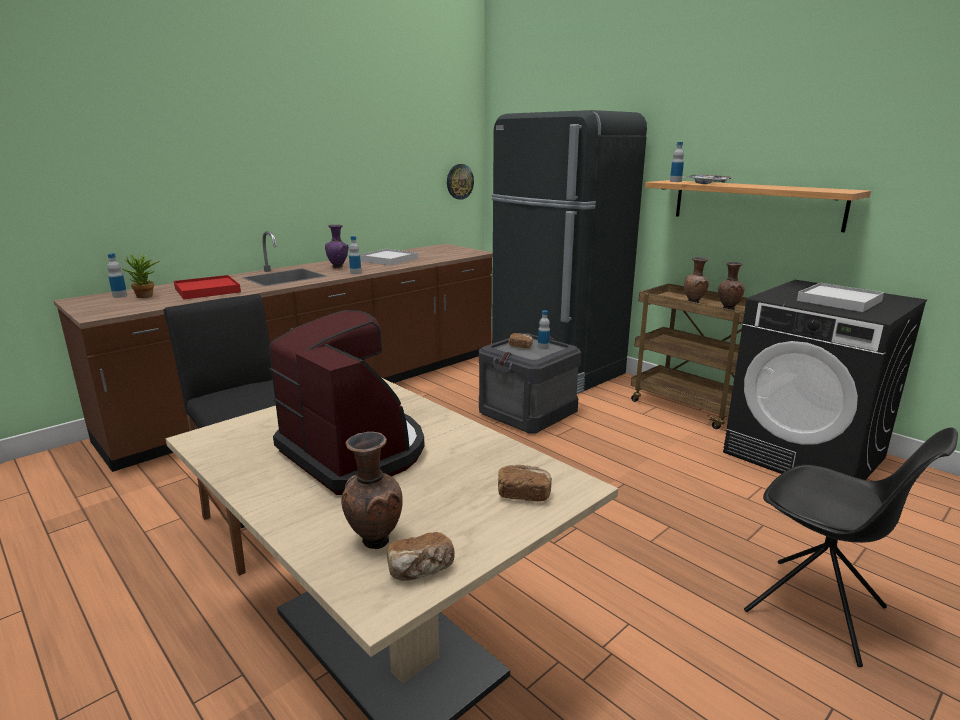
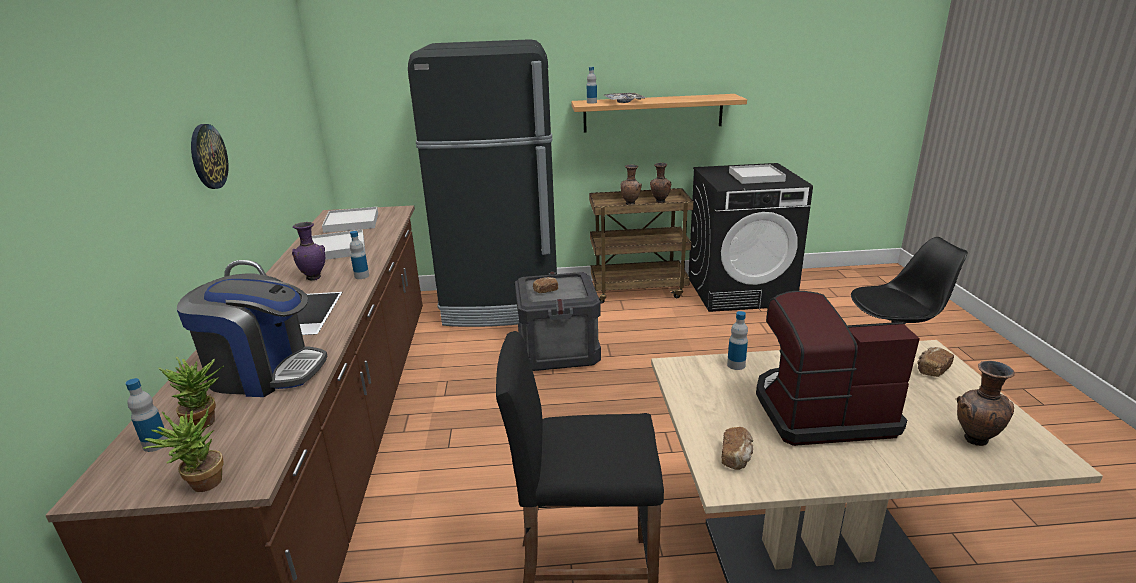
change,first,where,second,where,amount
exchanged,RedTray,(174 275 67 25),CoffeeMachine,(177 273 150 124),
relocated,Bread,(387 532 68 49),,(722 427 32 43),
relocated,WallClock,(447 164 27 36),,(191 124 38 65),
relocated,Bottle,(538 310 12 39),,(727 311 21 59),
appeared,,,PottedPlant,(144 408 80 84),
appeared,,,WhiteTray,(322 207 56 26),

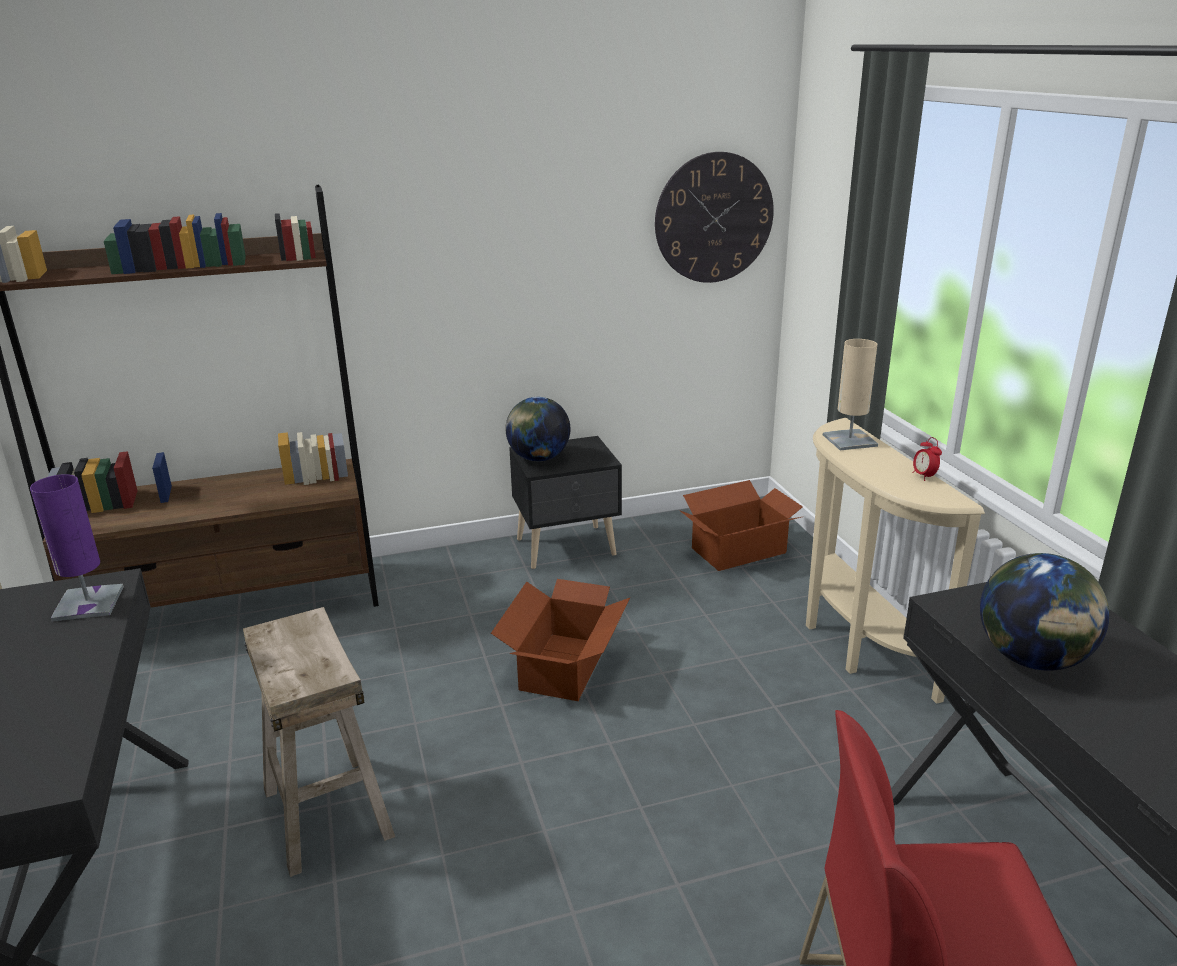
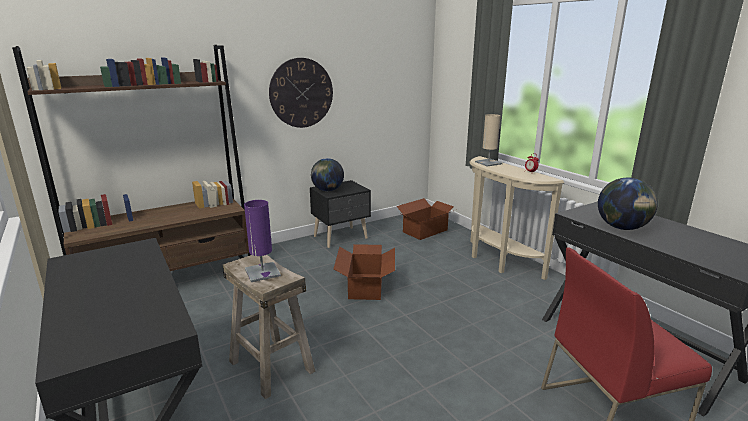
change,first,where,second,where,amount
relocated,PurpleTableLamp,(30 474 94 148),,(244 200 37 82),
relocated,WallClock,(655 152 119 131),,(269 58 64 70),

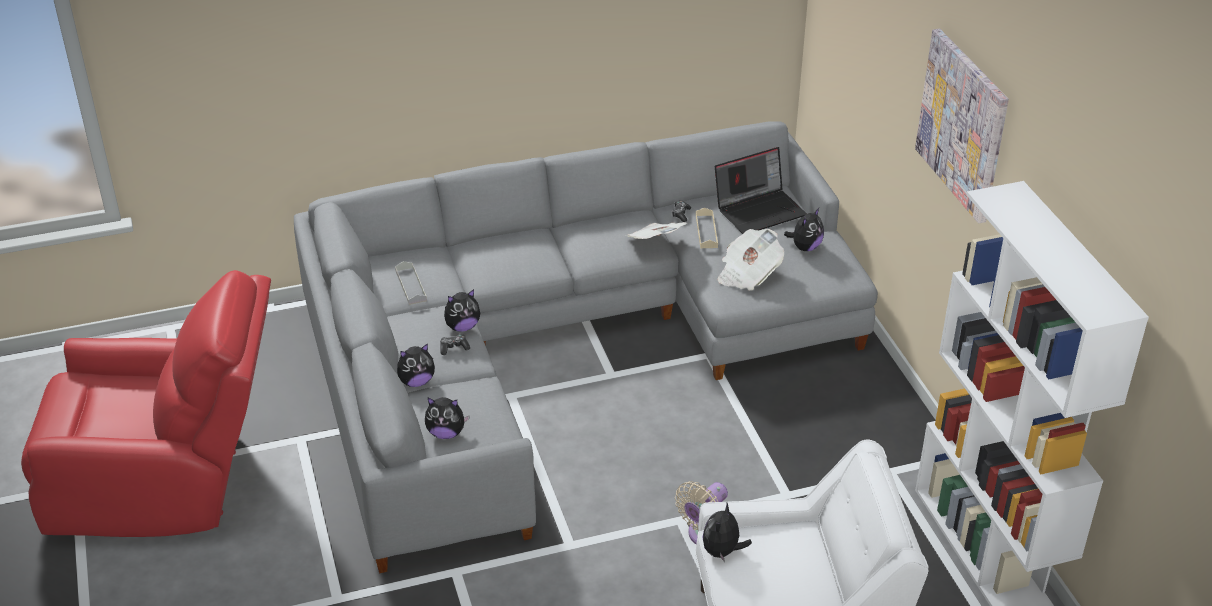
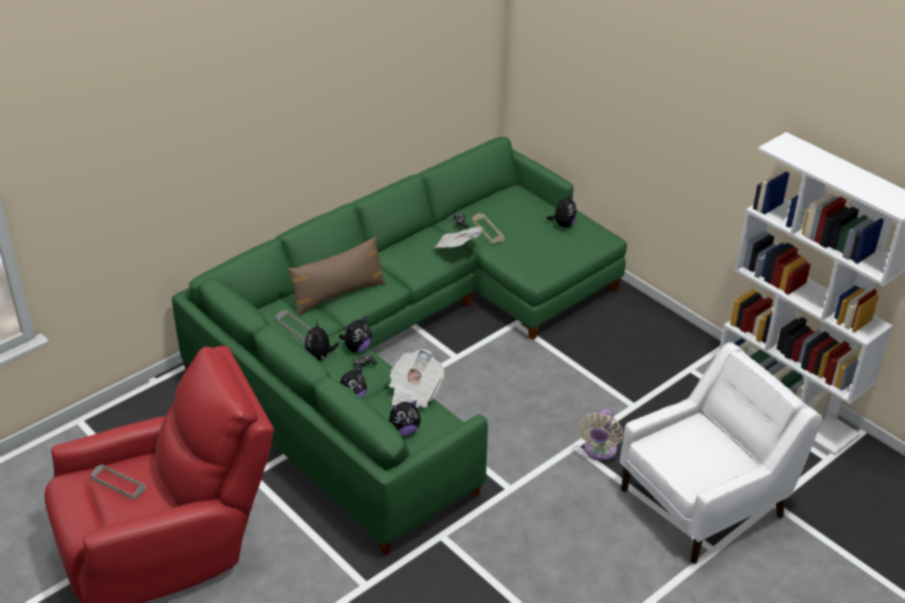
change,first,where,second,where,amount
colour,GreySofa,(294 121 584 452),GreenSofa,(172 137 455 419),
relocated,PlushToy,(702 503 50 59),,(305 321 34 40),
missing,Laptop,(715 147 92 87),,,
relocated,Newspaper,(717 229 67 62),,(389 349 56 59),
missing,Picture,(915 29 94 194),,,
appeared,,,GreyTray,(91 464 55 36),
appeared,,,BrownPillow,(288 237 99 79),

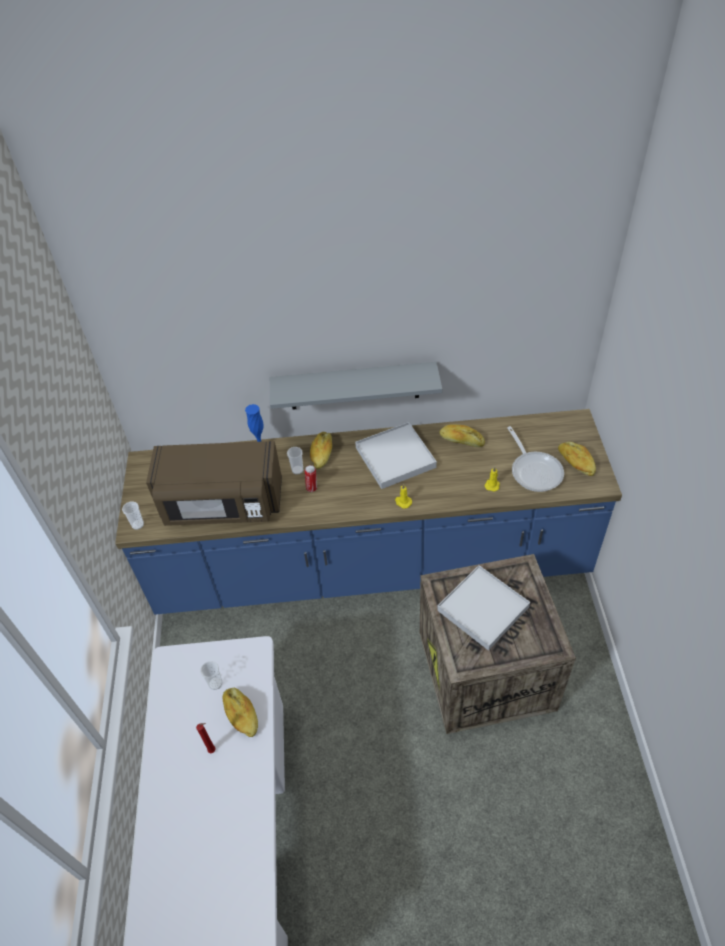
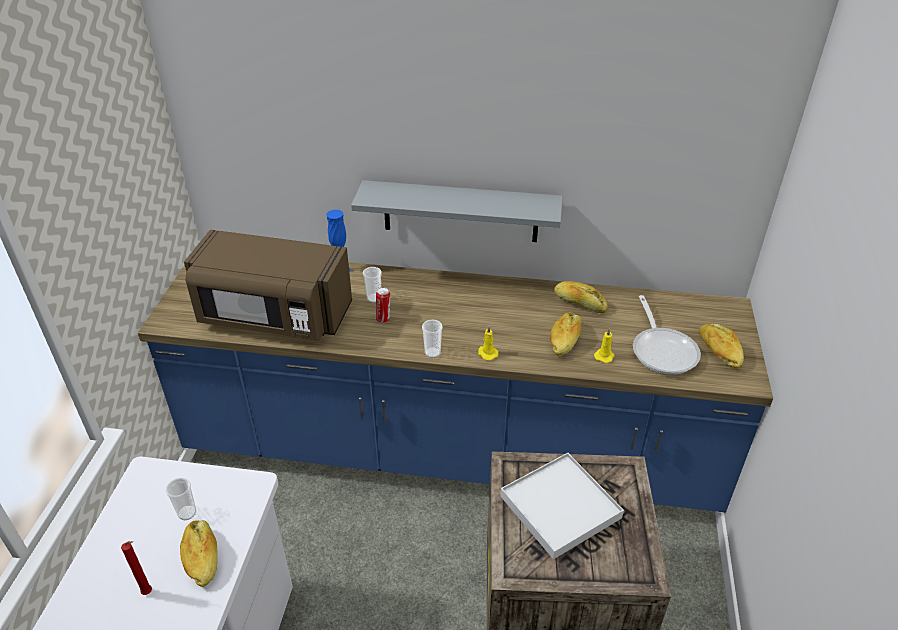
change,first,where,second,where,amount
relocated,Cup,(122 501 22 29),,(422 320 21 38),
relocated,Bread,(310 432 22 37),,(550 312 31 44),
missing,WhiteTray,(355 422 82 67),,,

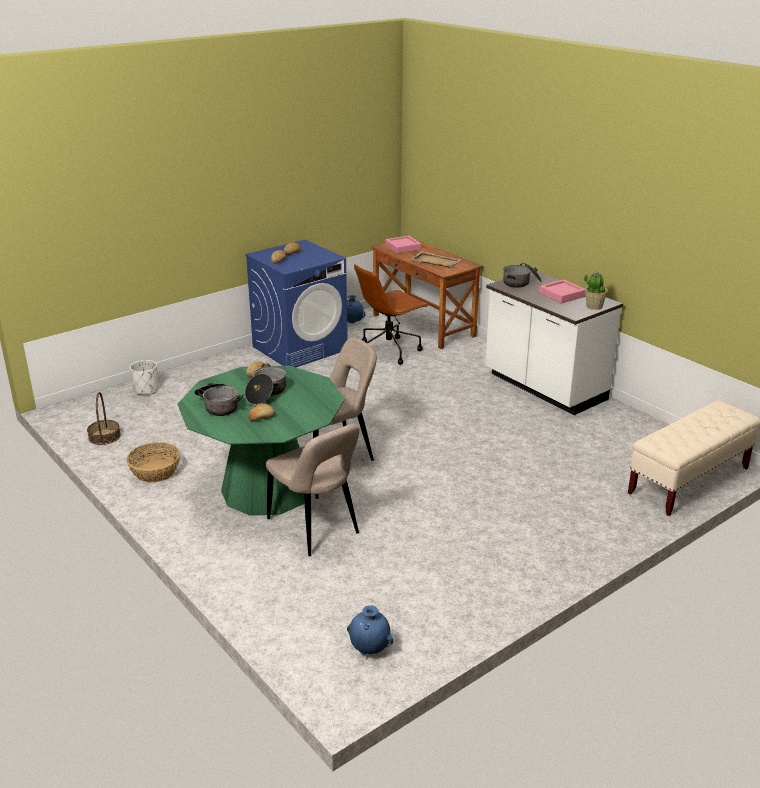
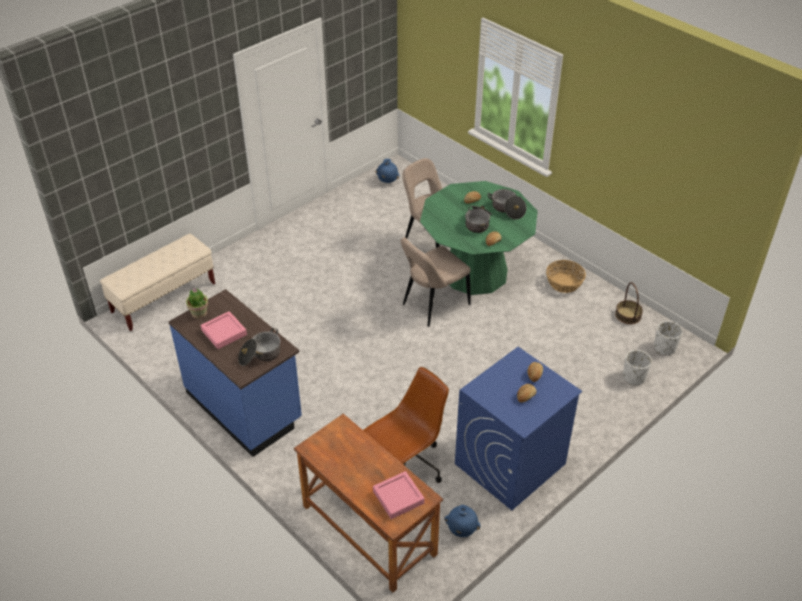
change,first,where,second,where,amount
missing,BeigeTray,(410 251 52 17),,,
colour,WhiteCounter,(485 271 138 144),BlueCounter,(169 289 133 168),
appeared,,,WhitePlanter,(654 321 29 34),

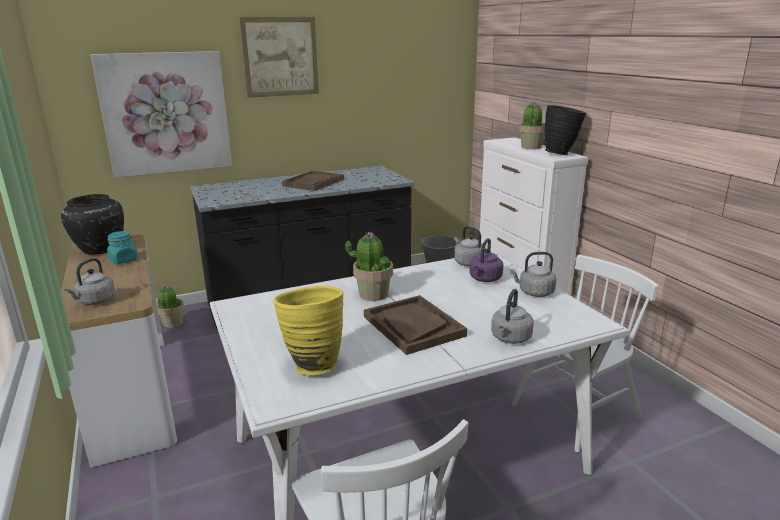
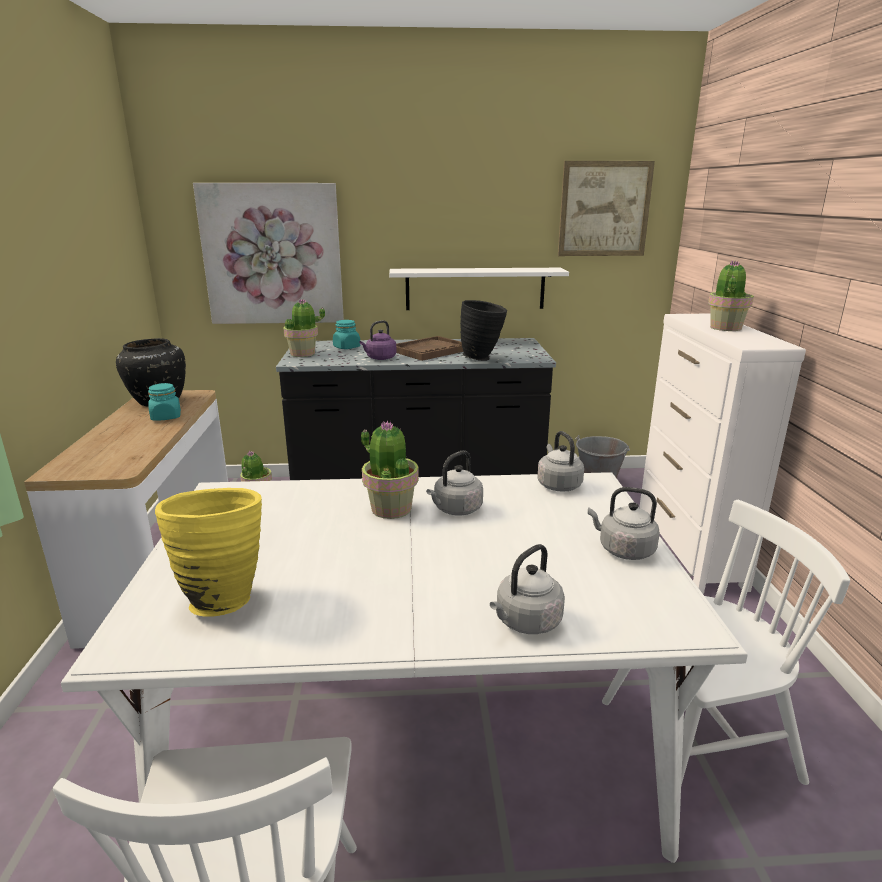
change,first,where,second,where,amount
relocated,GreyKettle,(65 258 50 47),,(426 450 57 65),
relocated,Picture,(239 17 80 81),,(558 161 97 95),
missing,BrownTray,(364 295 103 60),,,
relocated,PurpleKettle,(469 238 34 44),,(360 320 37 40),
relocated,BlackVase,(544 105 42 50),,(460 300 47 61),
appeared,,,PottedPlant,(283 298 42 59),
appeared,,,TurquoiseJar,(333 320 27 29),
appeared,,,WhiteShelf,(389 268 180 42),

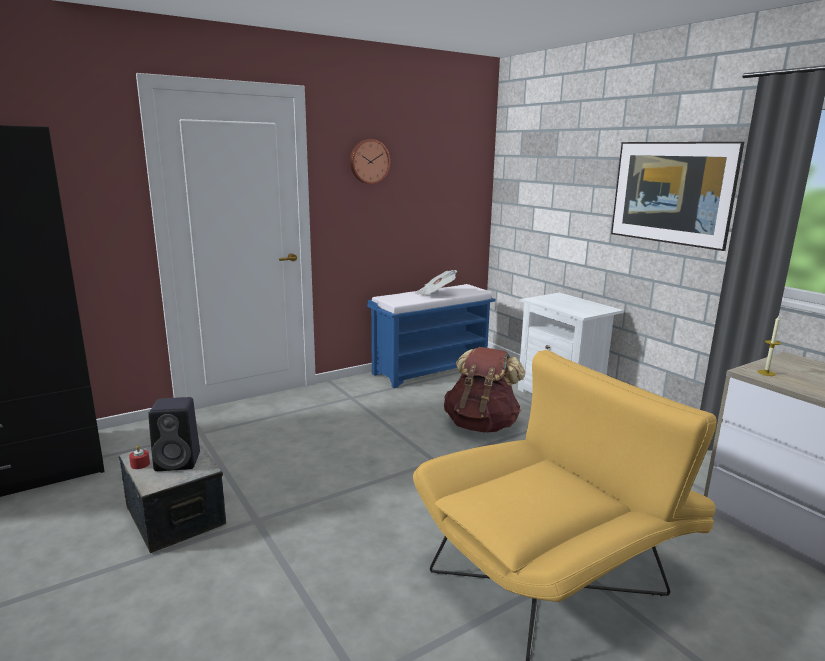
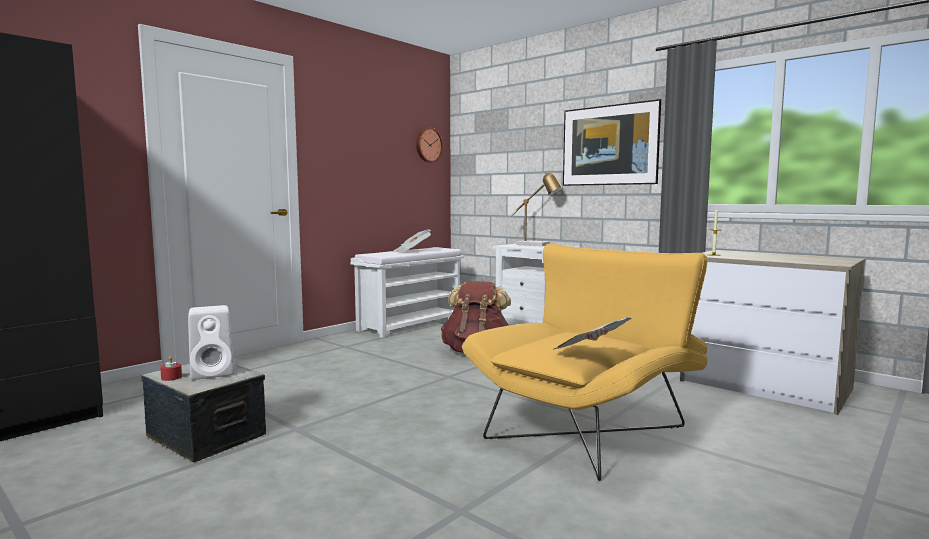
change,first,where,second,where,amount
colour,BlackSpeaker,(148 397 52 74),WhiteSpeaker,(188 305 46 75),
relocated,WallClock,(350 139 40 45),,(416 128 27 35),
colour,BlueBench,(367 284 129 104),WhiteBench,(350 247 114 91),
appeared,,,TableLamp,(510 171 53 75),
appeared,,,Newspaper,(554 317 77 32),

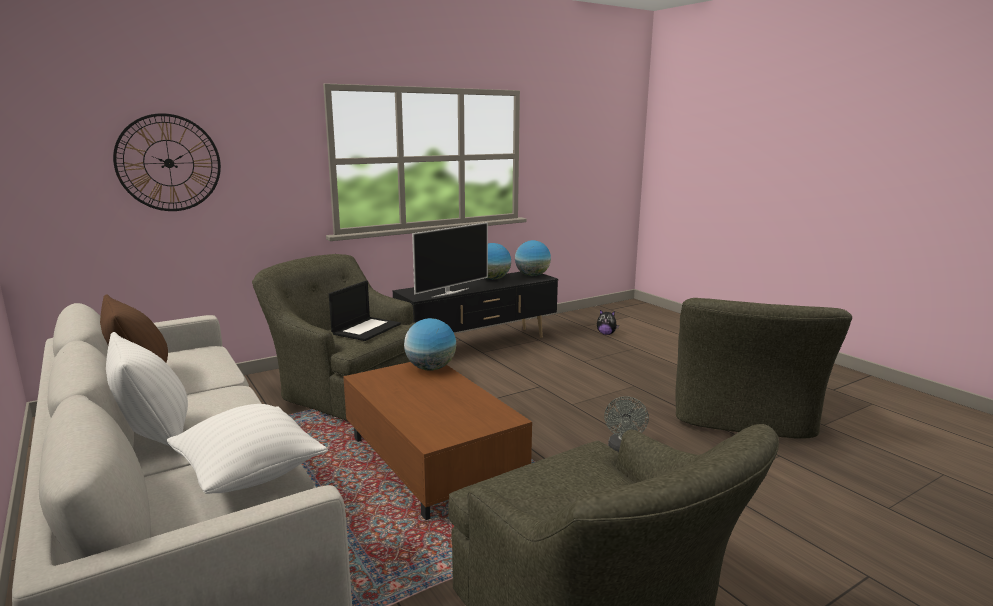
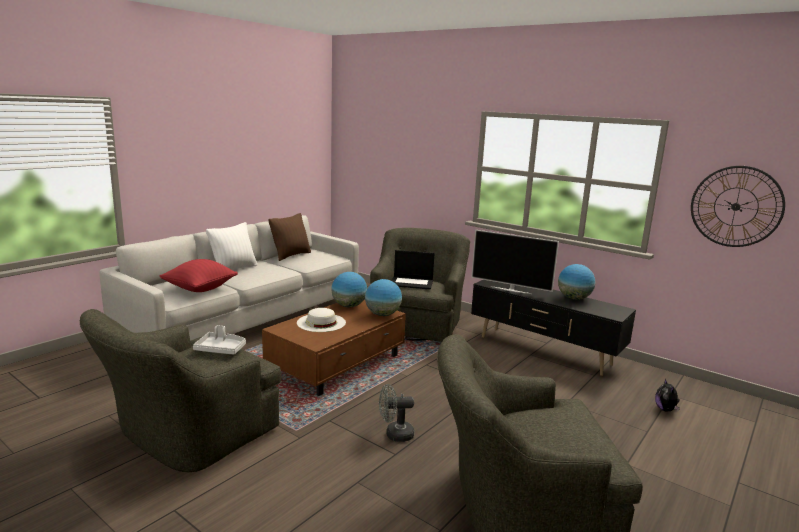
change,first,where,second,where,amount
relocated,WallClock,(113 113 108 98),,(691 166 94 81),
colour,WhitePillow,(167 404 161 90),RedPillow,(160 259 78 33),
relocated,Globe,(515 240 36 36),,(331 272 36 35),
appeared,,,GreyTray,(193 325 53 30),
appeared,,,WhiteHat,(297 308 49 24),

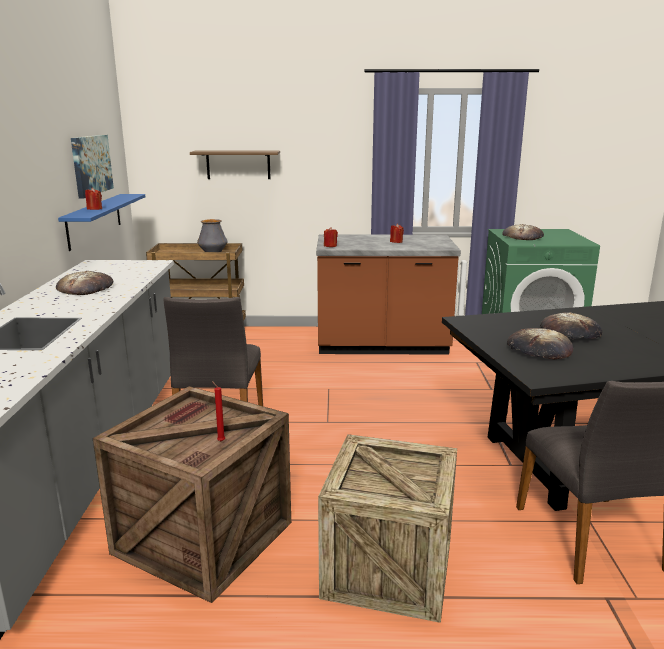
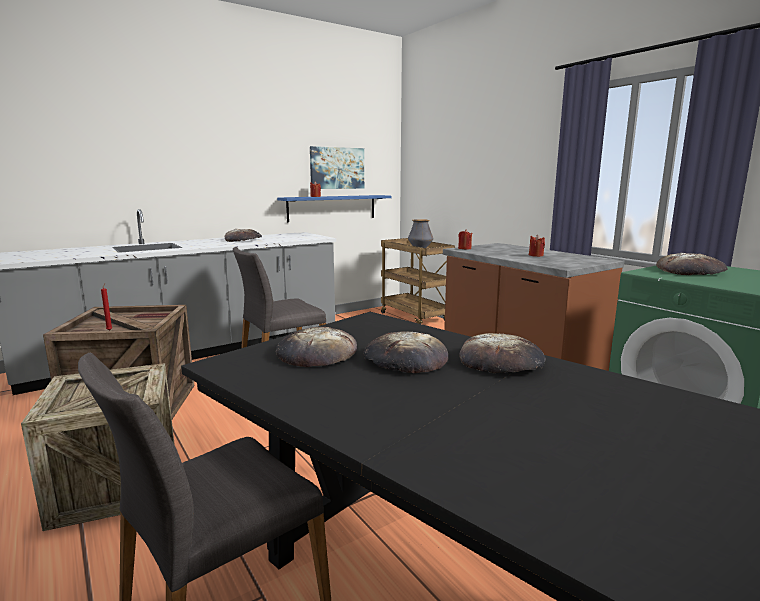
change,first,where,second,where,amount
missing,Shelf,(190 150 90 29),,,
appeared,,,Bread,(459 333 87 40),

